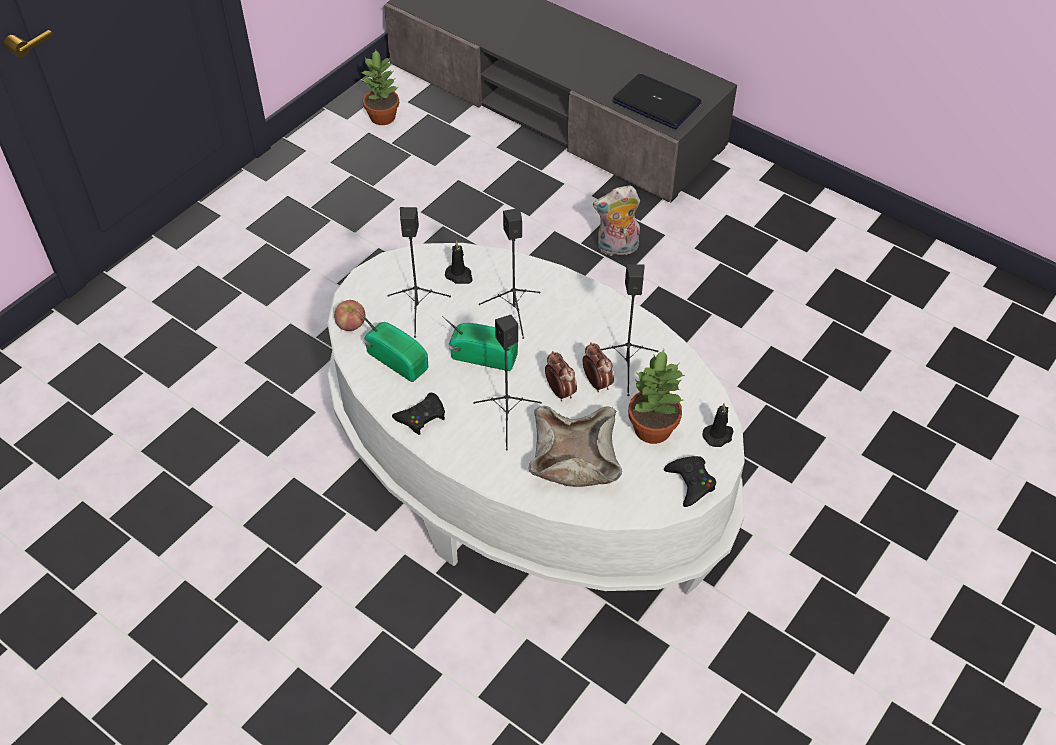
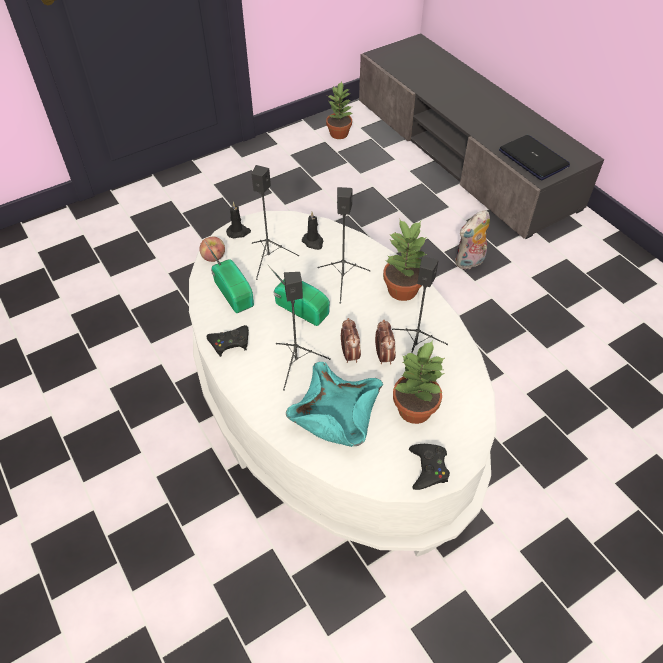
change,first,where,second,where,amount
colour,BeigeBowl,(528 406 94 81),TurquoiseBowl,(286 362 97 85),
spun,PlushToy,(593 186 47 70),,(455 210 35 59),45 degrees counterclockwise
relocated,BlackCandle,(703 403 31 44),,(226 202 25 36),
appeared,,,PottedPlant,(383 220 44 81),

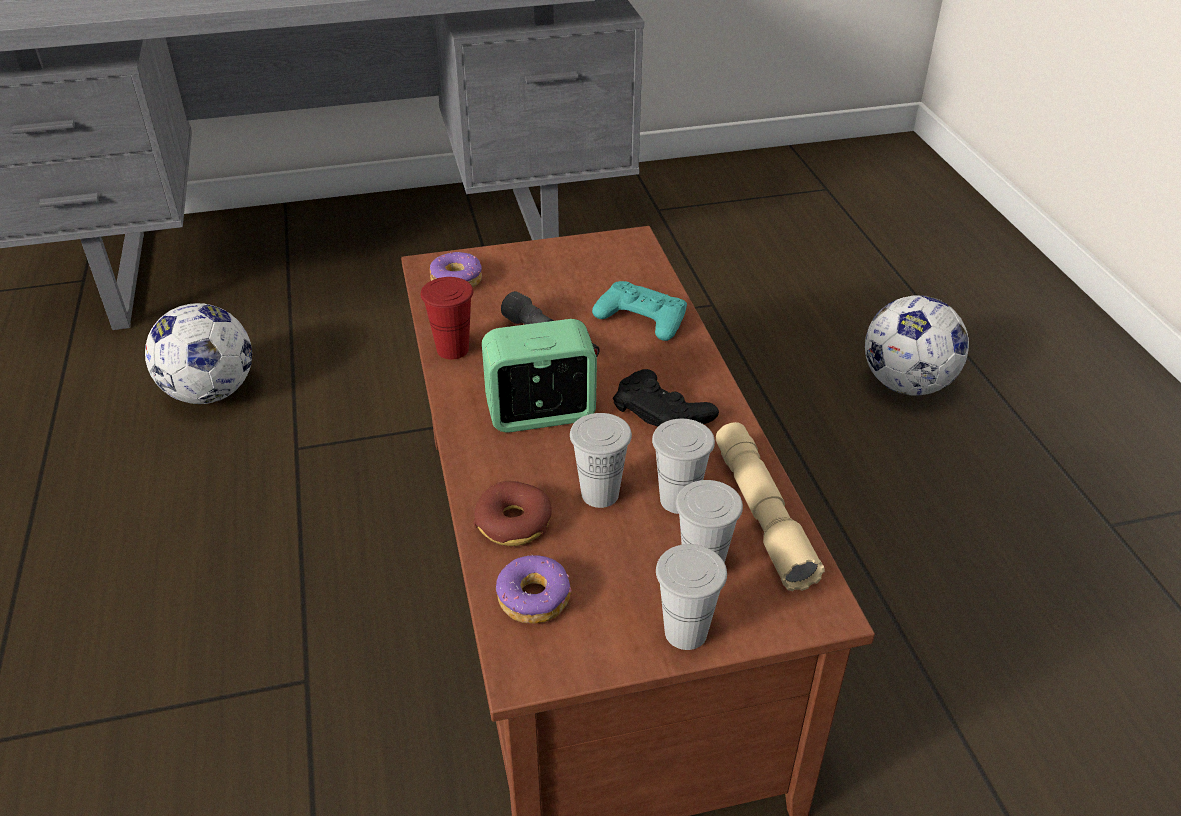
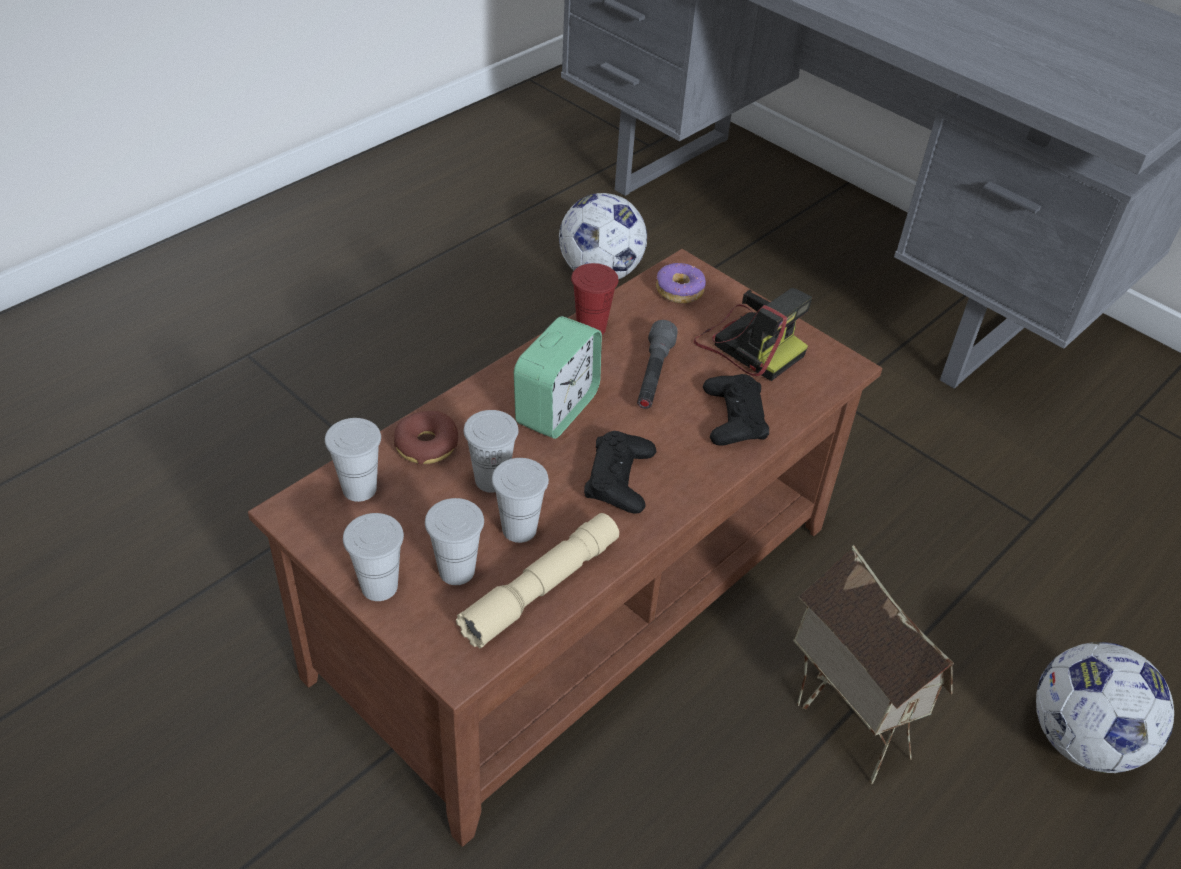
change,first,where,second,where,amount
spun,AlarmClock,(482 319 115 113),,(514 316 88 123),75 degrees clockwise
exchanged,Donut,(496 555 75 68),WhiteCup,(325 418 56 84),
colour,TurquoiseGameController,(592 281 95 60),BlackGameController,(703 374 66 71),
appeared,,,PhotoCamera,(694 288 119 93),
appeared,,,ToyHouse,(793 545 161 239),

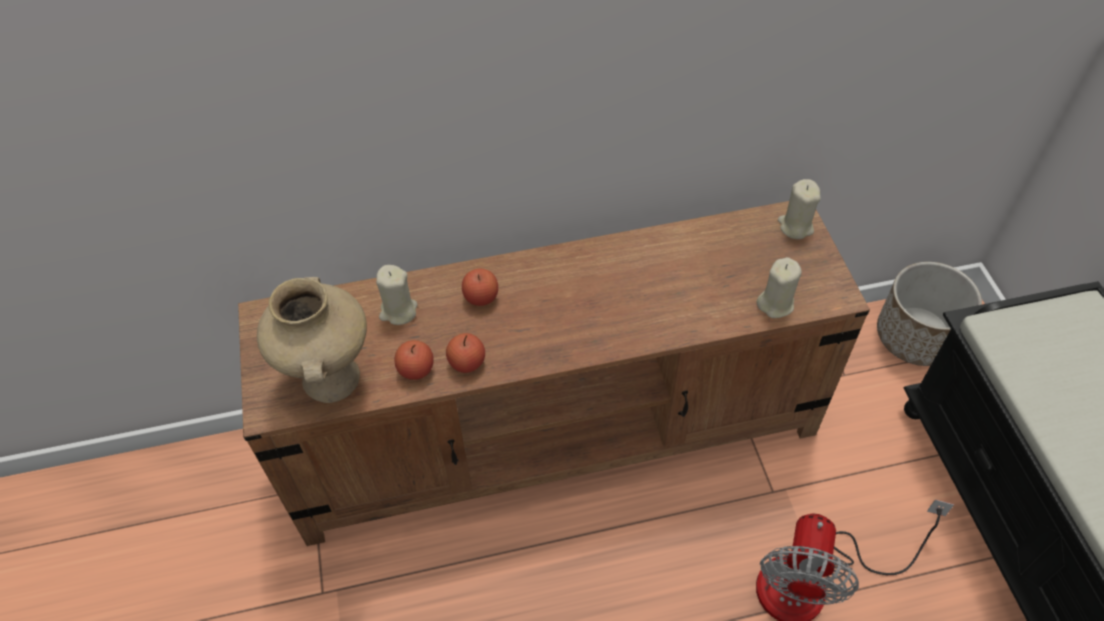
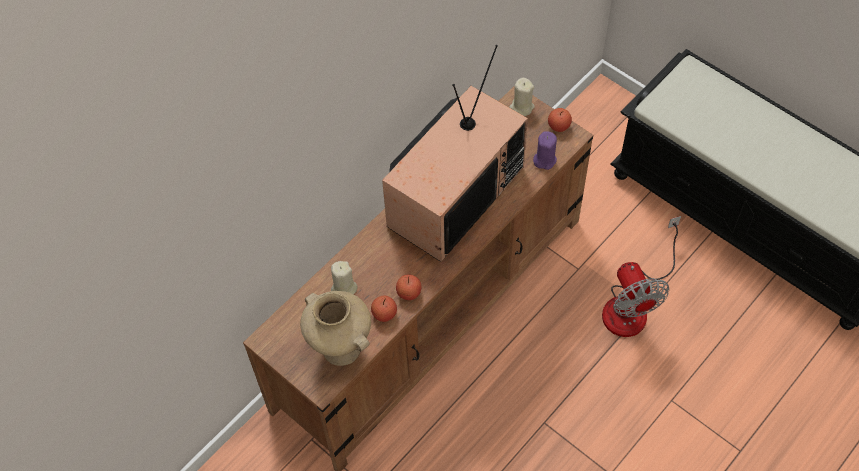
change,first,where,second,where,amount
relocated,Apple,(462 269 36 37),,(548 108 24 24),
colour,BeigeCandle,(756 257 46 61),PurpleCandle,(533 132 24 38),
missing,Planter,(877 262 105 104),,,
appeared,,,Television,(382 45 146 217),

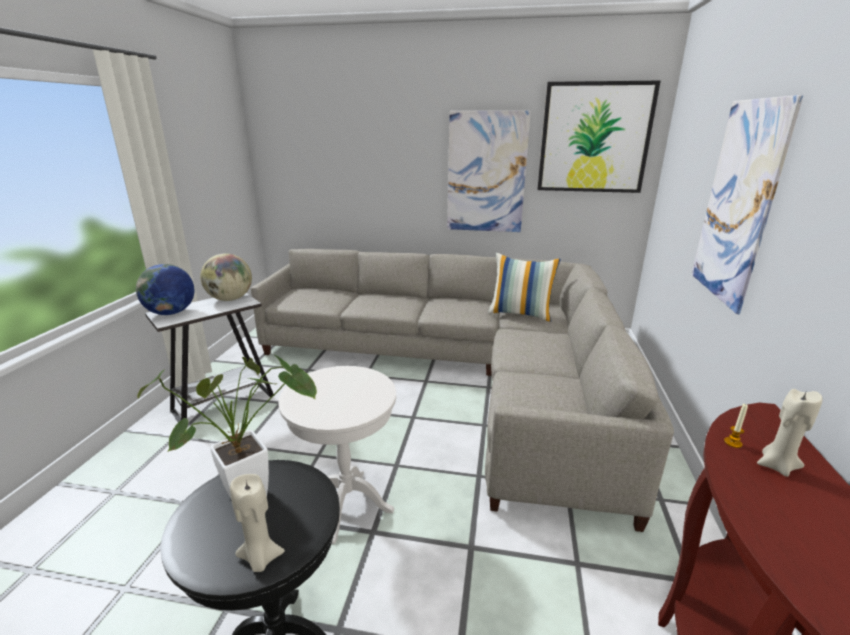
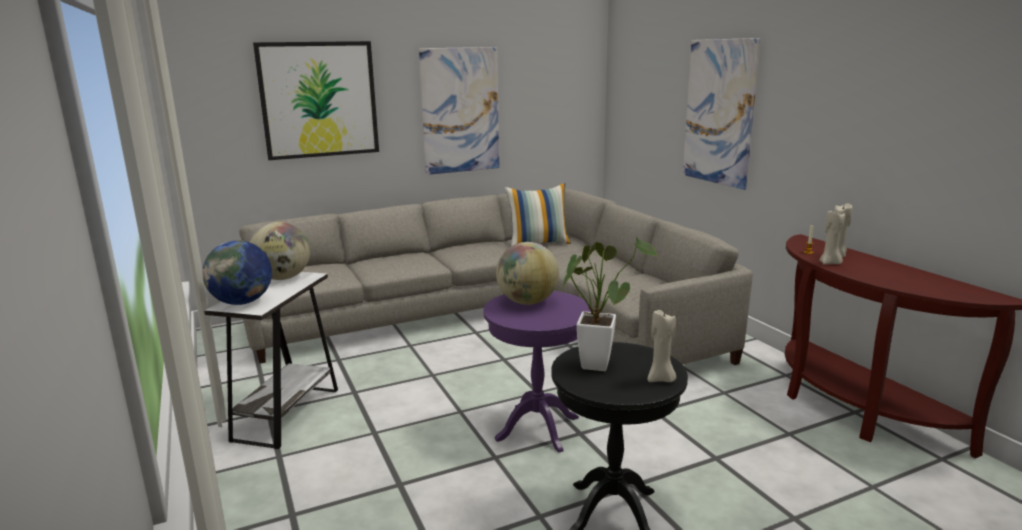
change,first,where,second,where,amount
colour,WhiteSideTable,(278 366 118 178),PurpleSideTable,(483 291 108 162),
relocated,Picture,(537 81 123 112),,(253 41 126 119),
appeared,,,Globe,(496 242 63 63),
appeared,,,BeigeCandle,(819 211 26 54),

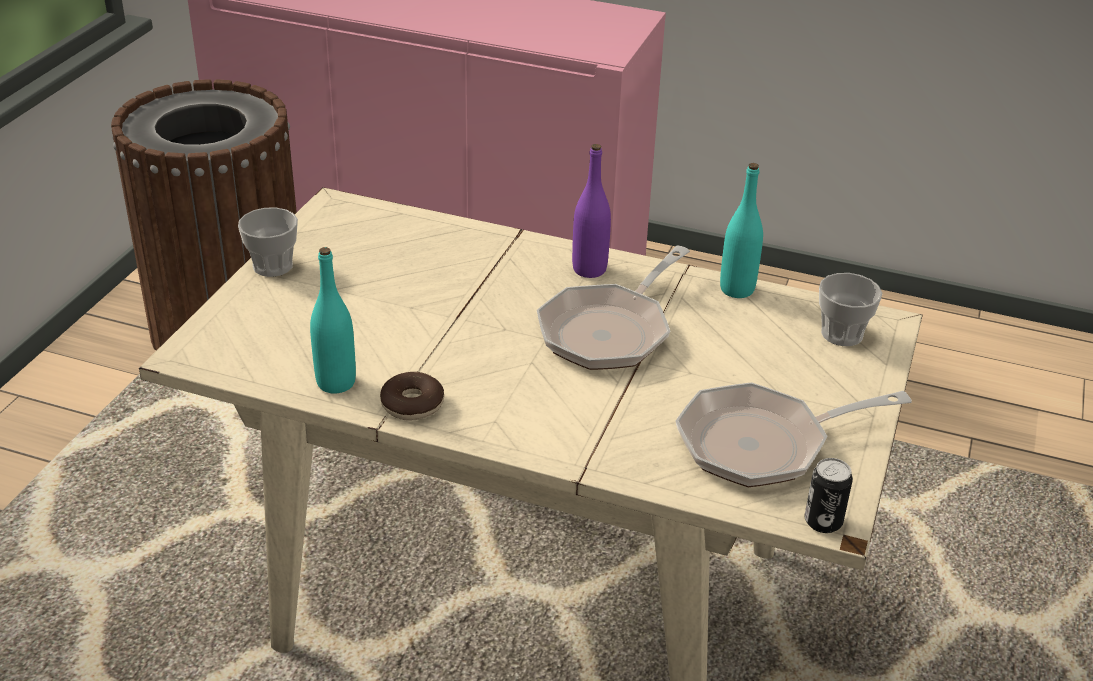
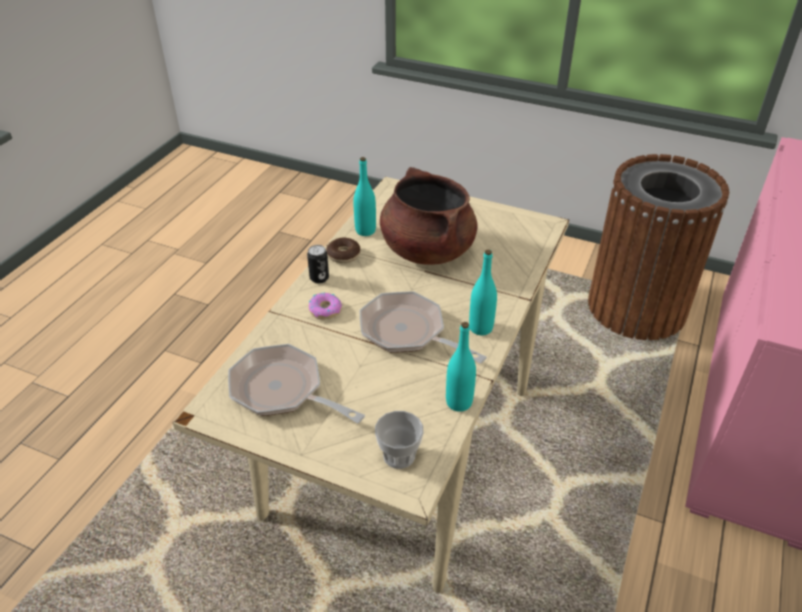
change,first,where,second,where,amount
missing,Cup,(238 207 60 70),,,
colour,PurpleBottle,(572 144 39 134),TurquoiseBottle,(469 250 28 85),
spun,FryingPan,(676 382 236 105),,(228 344 137 79),45 degrees counterclockwise
relocated,Can,(805 458 48 75),,(307 245 22 38),
appeared,,,Donut,(309 293 33 26),
appeared,,,BrownCookingPot,(380 167 97 98),

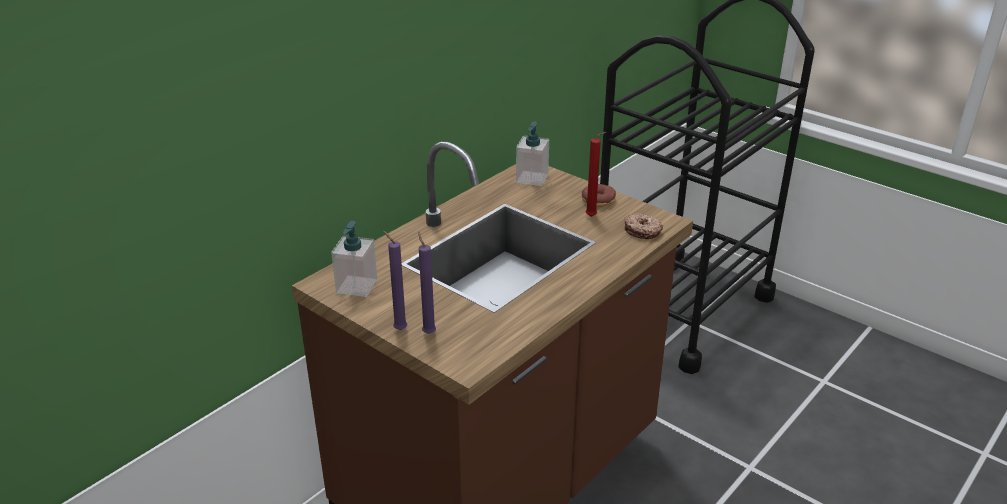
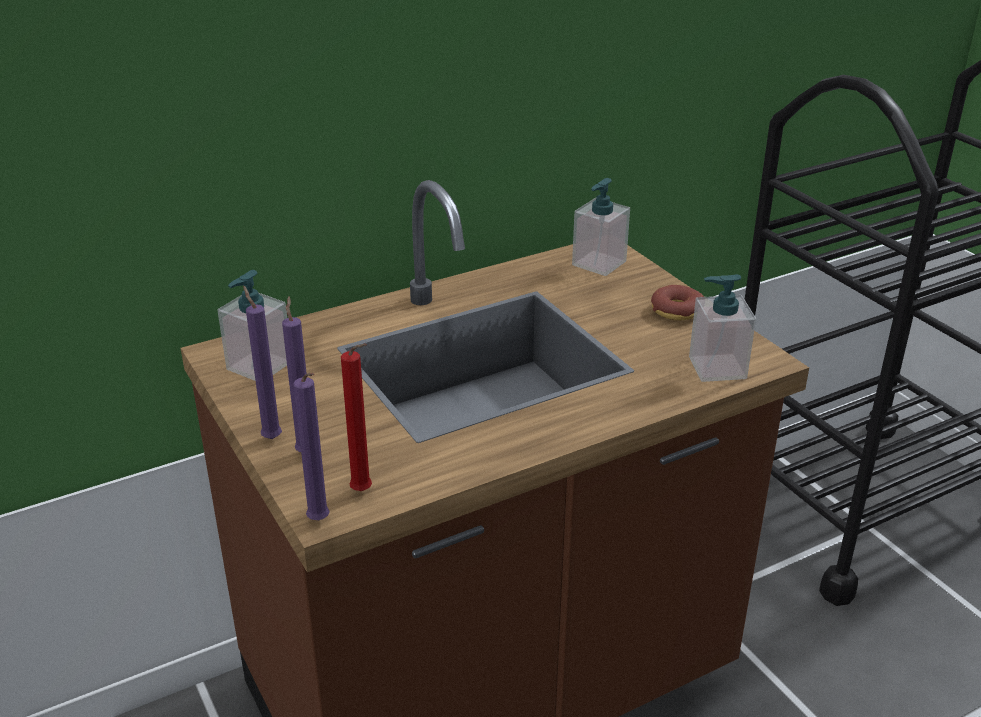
change,first,where,second,where,amount
relocated,RedCandle,(586 132 20 85),,(341 343 31 148),
exchanged,Donut,(624 213 39 26),SoapDispenser,(689 274 67 108),
appeared,,,PurpleCandle,(293 373 37 147),

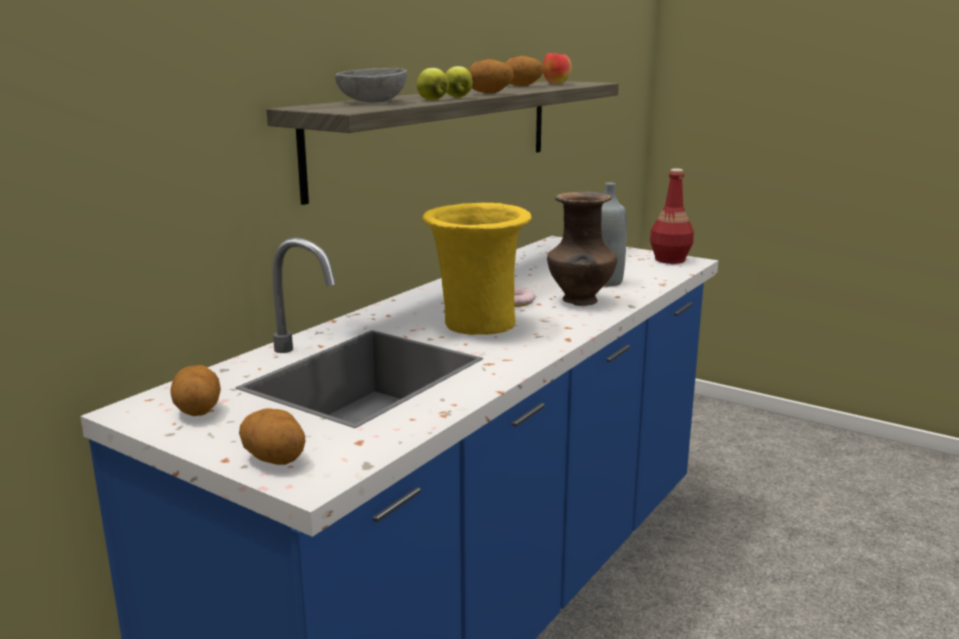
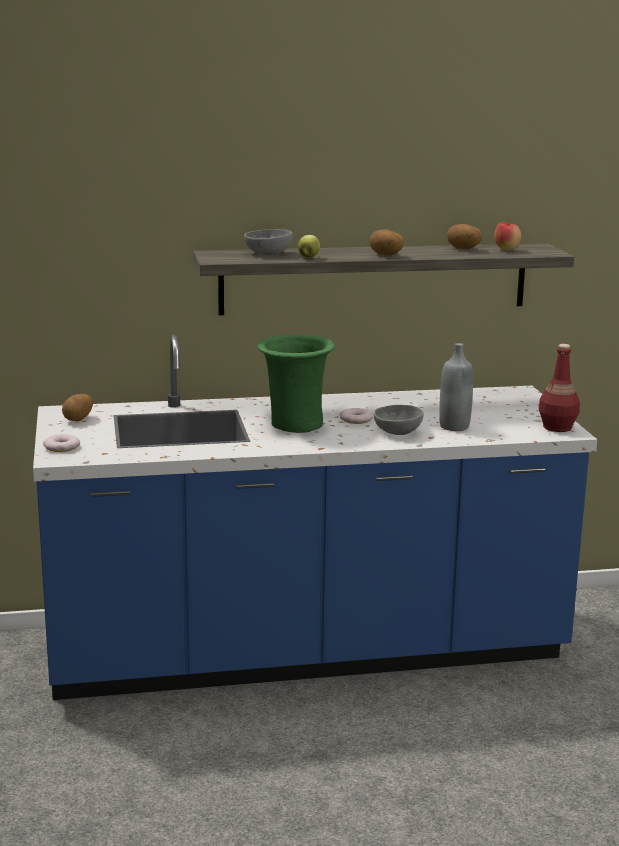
change,first,where,second,where,amount
exchanged,Potato,(239 408 67 57),Donut,(43 434 37 18),
colour,YellowVase,(422 203 110 132),GreenVase,(257 335 78 98),
missing,Apple,(445 66 28 32),,,
exchanged,BrownVase,(547 191 70 115),GreyBowl,(374 405 50 30),

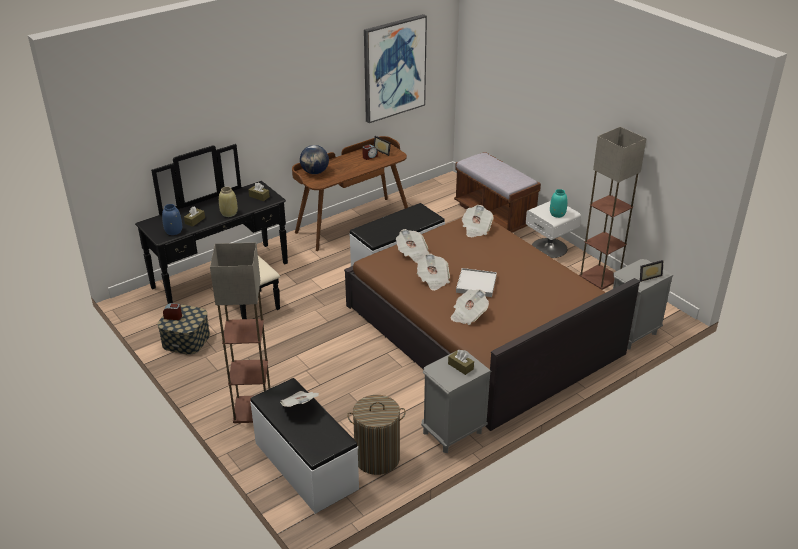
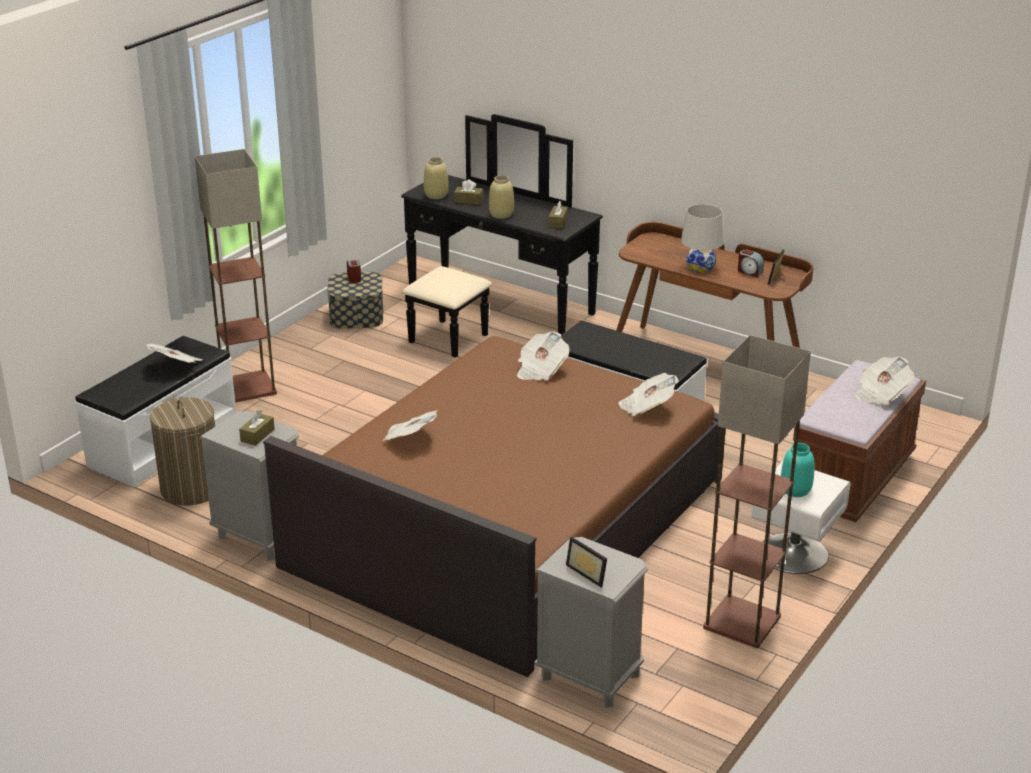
change,first,where,second,where,amount
colour,BlueVase,(162 204 20 31),BeigeVase,(424 157 24 42),
missing,Globe,(300 145 29 29),,,
missing,Picture,(364 14 63 109),,,
relocated,Newspaper,(417 253 33 38),,(855 357 59 48),
missing,WhiteTray,(456 268 41 29),,,
appeared,,,WhiteTableLamp,(681 204 43 69),

